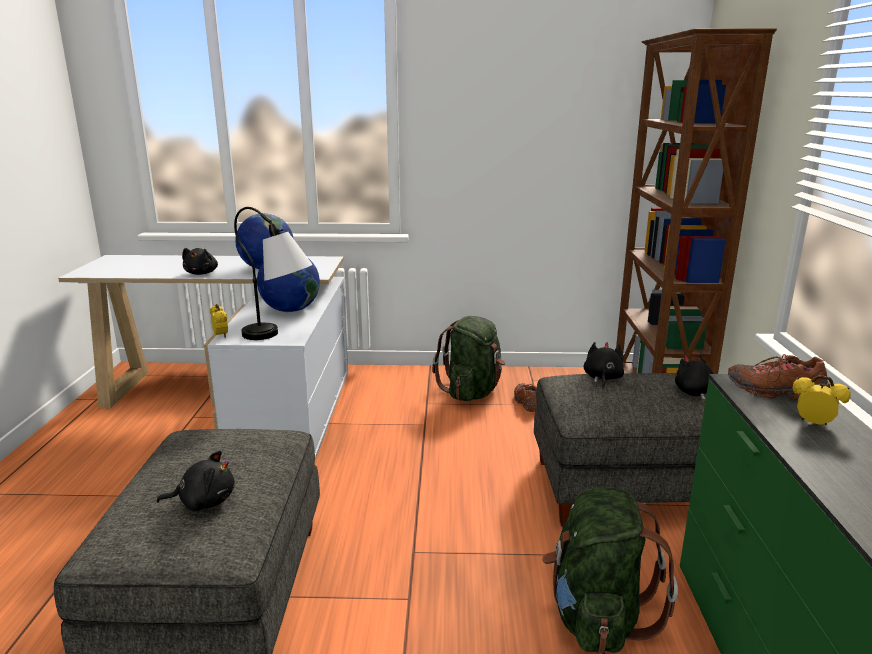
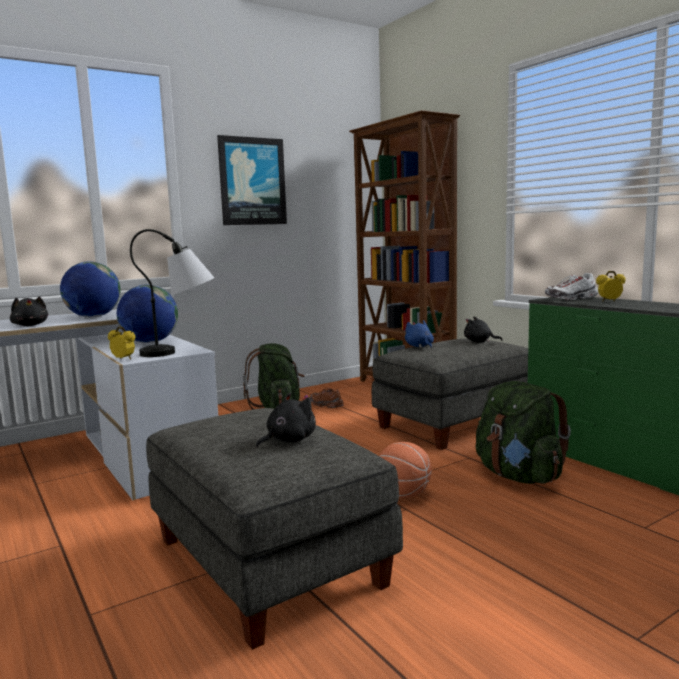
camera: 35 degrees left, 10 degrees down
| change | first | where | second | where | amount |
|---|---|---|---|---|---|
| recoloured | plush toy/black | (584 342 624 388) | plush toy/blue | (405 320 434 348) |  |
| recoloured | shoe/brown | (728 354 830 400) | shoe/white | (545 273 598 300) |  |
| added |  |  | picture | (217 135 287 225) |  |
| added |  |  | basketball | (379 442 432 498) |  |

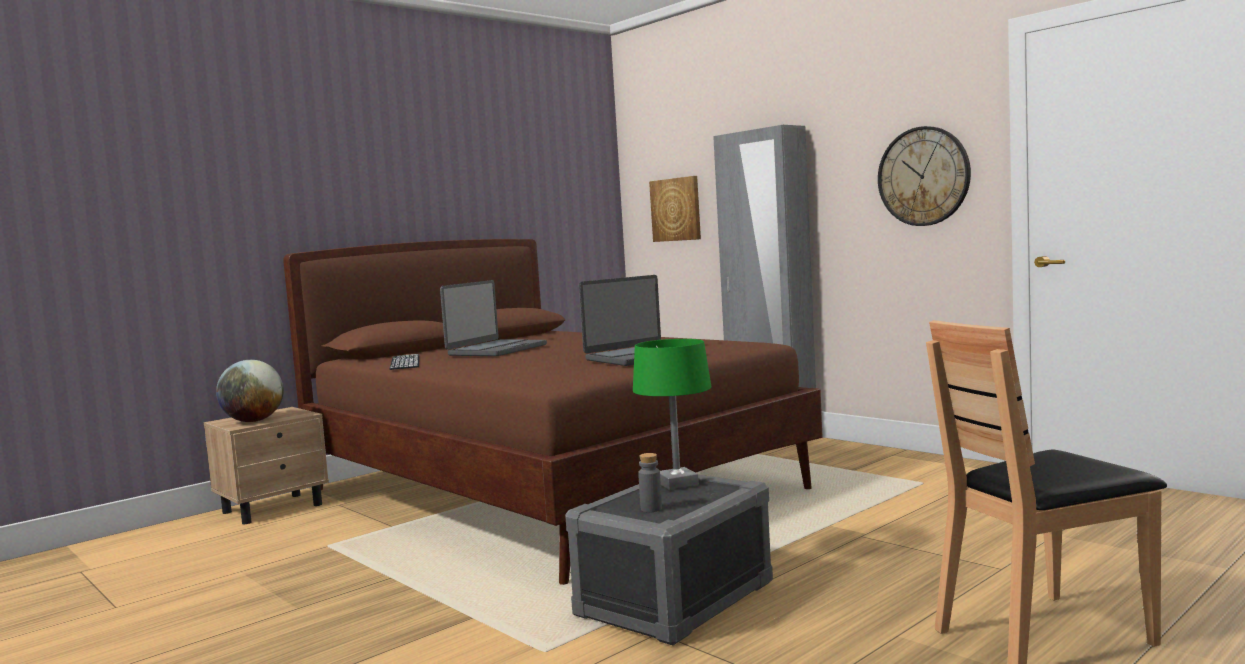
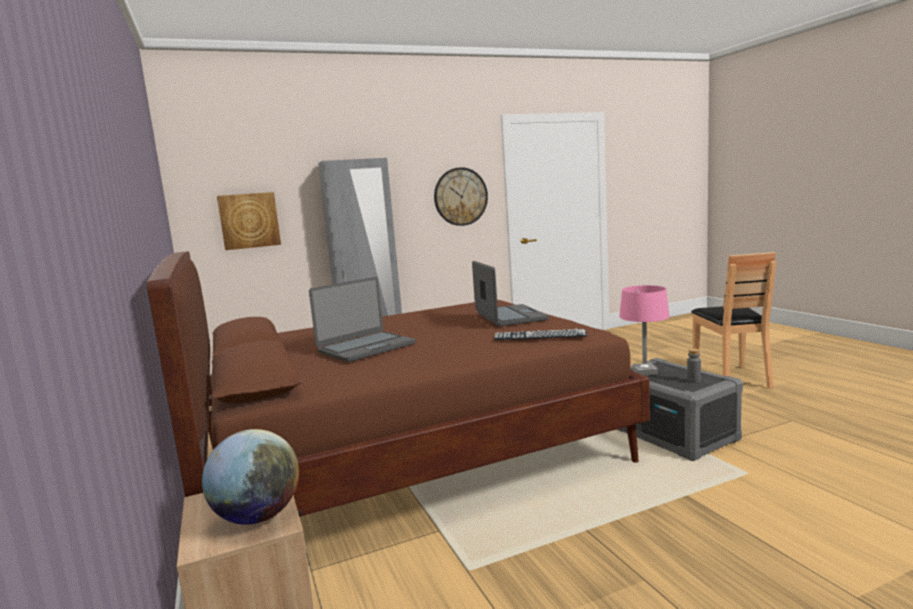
camera: 70 degrees left, 5 degrees up
| change | first | where | second | where | amount |
|---|---|---|---|---|---|
| moved | keyboard | (389 354 419 370) |  | (494 328 587 340) |  |
| turned | laptop | (440 280 547 356) |  | (309 277 415 362) | 90 degrees clockwise |
| recoloured | table lamp/green | (633 339 711 490) | table lamp/pink | (620 285 670 376) |  |

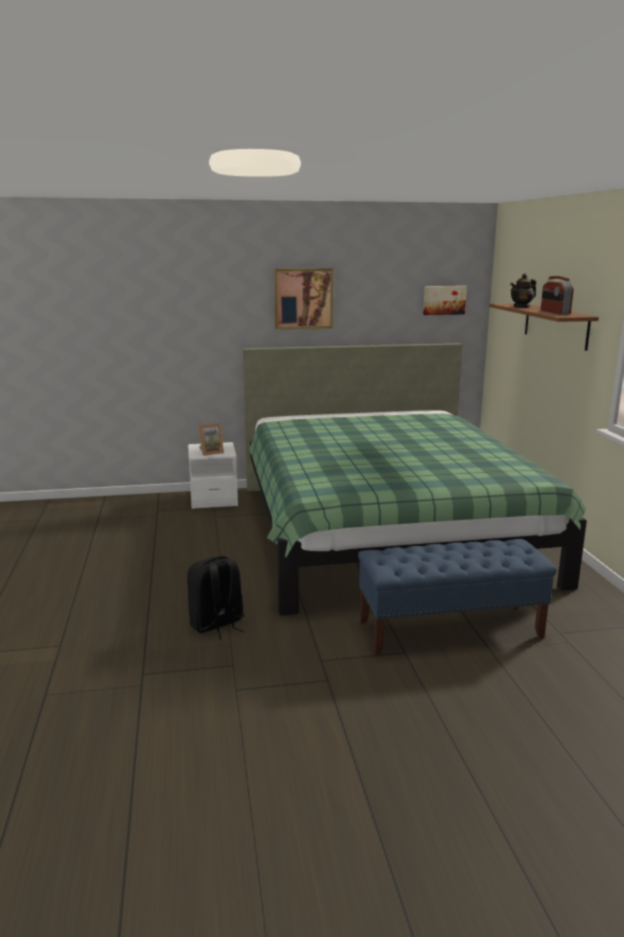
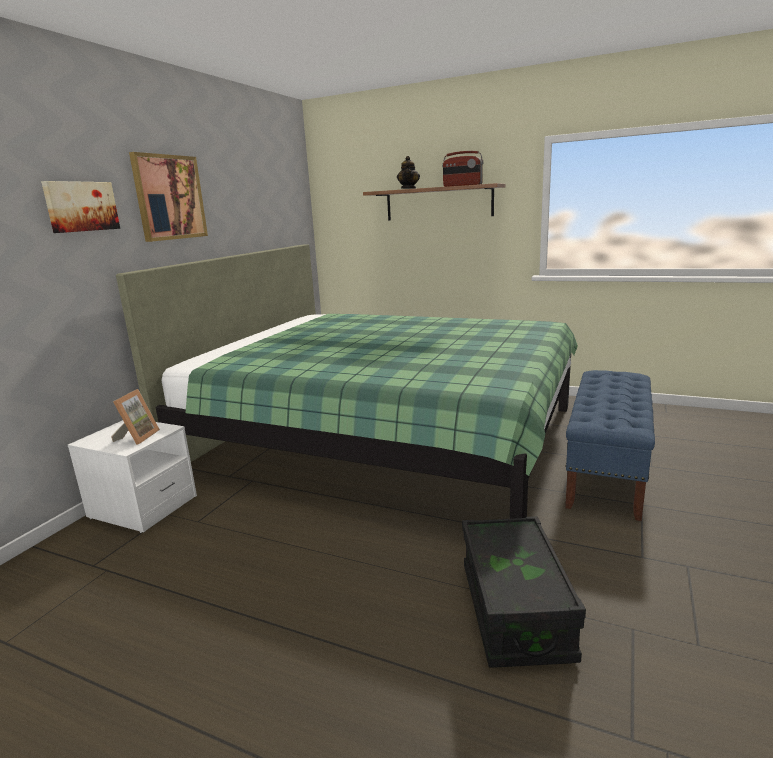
camera: 55 degrees left, 0 degrees up
| change | first | where | second | where | amount |
|---|---|---|---|---|---|
| replaced | backpack/black | (187 556 244 640) | storage box/black | (462 516 586 668) |  |
| moved | picture | (423 286 467 315) |  | (41 181 120 233) |  |

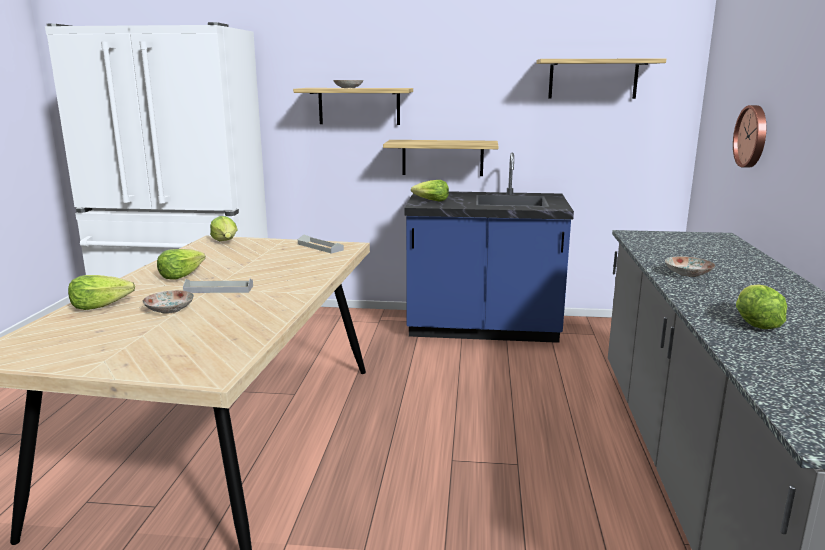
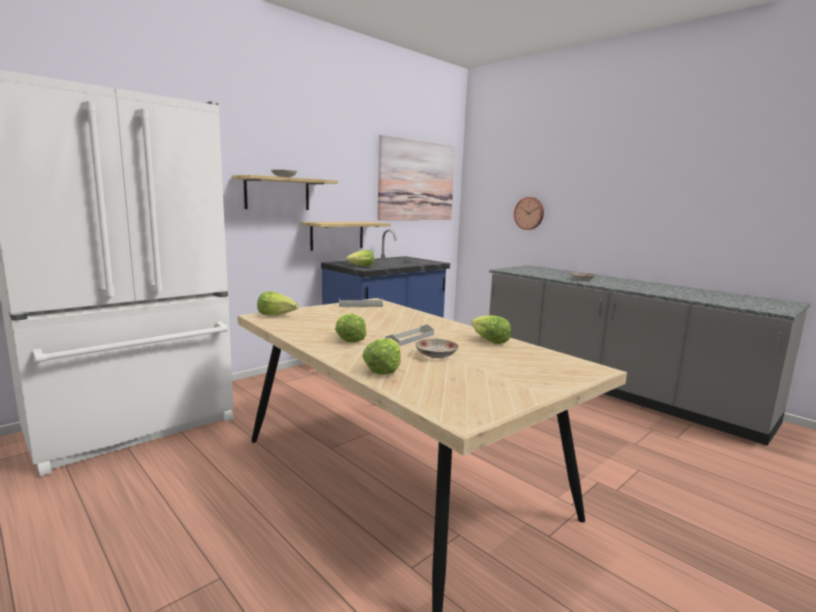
camera: 50 degrees left, 5 degrees down
| change | first | where | second | where | amount |
|---|---|---|---|---|---|
| replaced | shelf | (536 59 666 99) | picture | (377 135 455 220) |  |
| moved | lettuce | (736 285 787 329) |  | (471 315 511 344) |  |

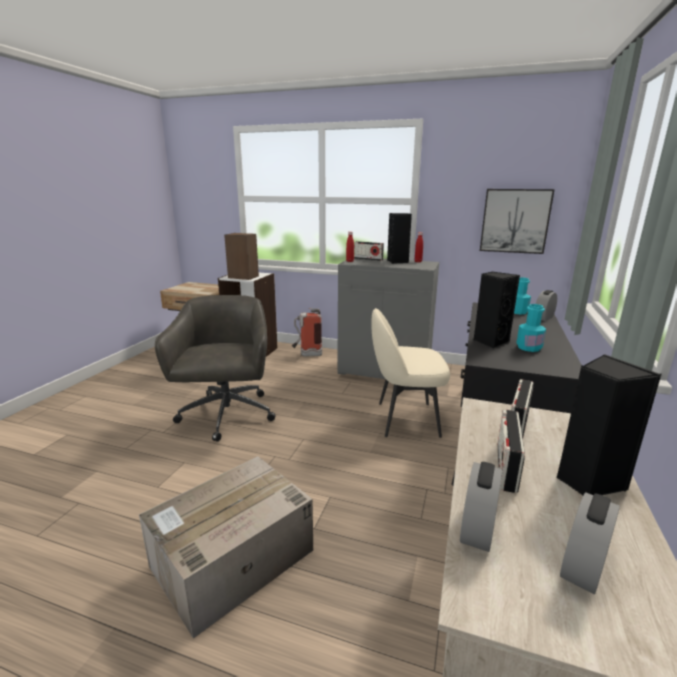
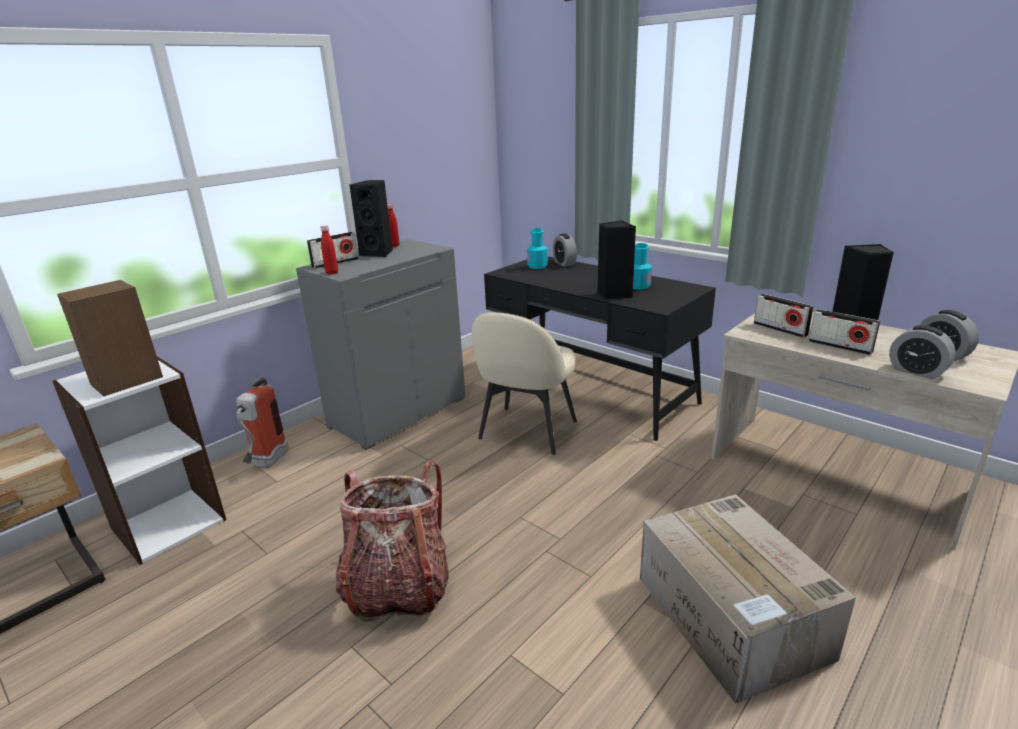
camera: 65 degrees left, 5 degrees up
| change | first | where | second | where | amount |
|---|---|---|---|---|---|
| replaced | office chair/grey | (155 295 275 442) | backpack | (336 461 449 622) |  |
| removed | picture | (480 189 555 254) |  |  |  |

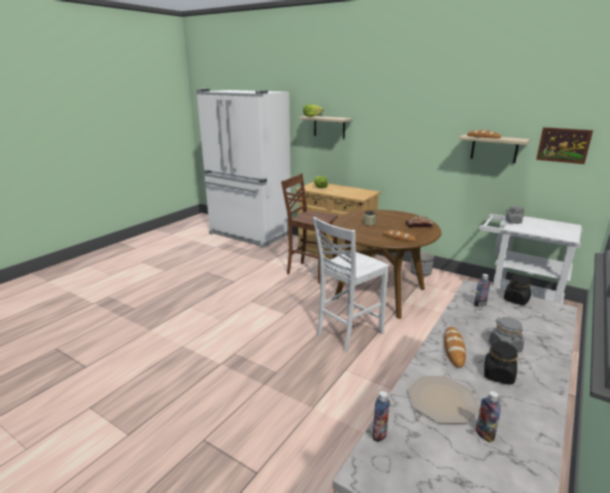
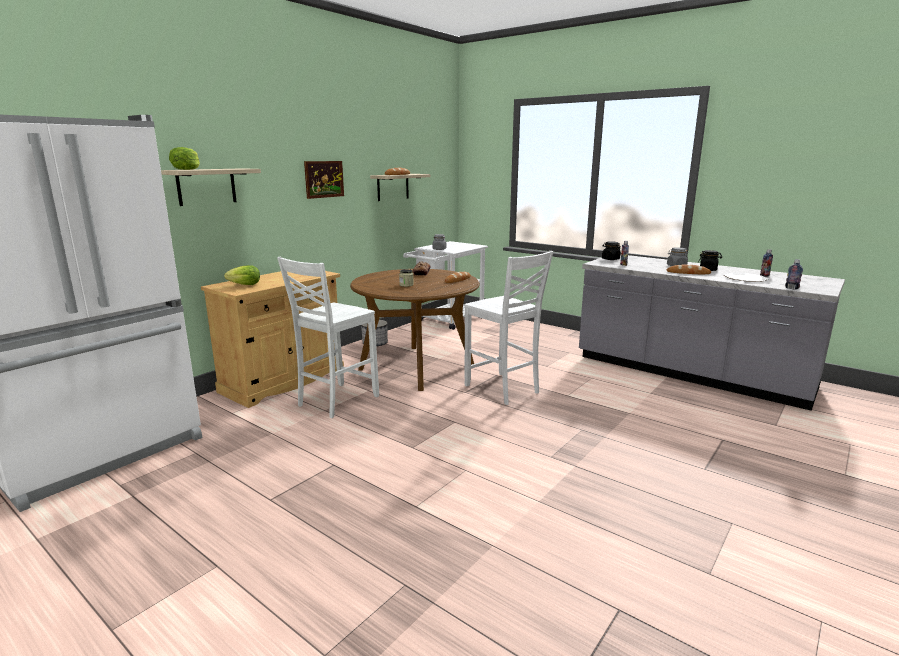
camera: 85 degrees left, 5 degrees down
| change | first | where | second | where | amount |
|---|---|---|---|---|---|
| recoloured | chair/brown | (281 173 338 284) | chair/white | (277 257 379 418) |  |
| moved | picture | (536 127 593 164) |  | (304 161 344 199) |  |

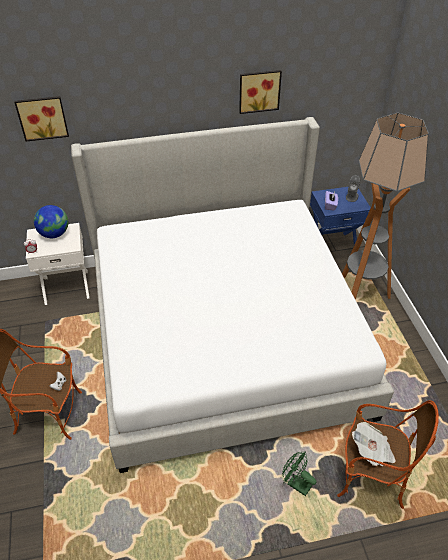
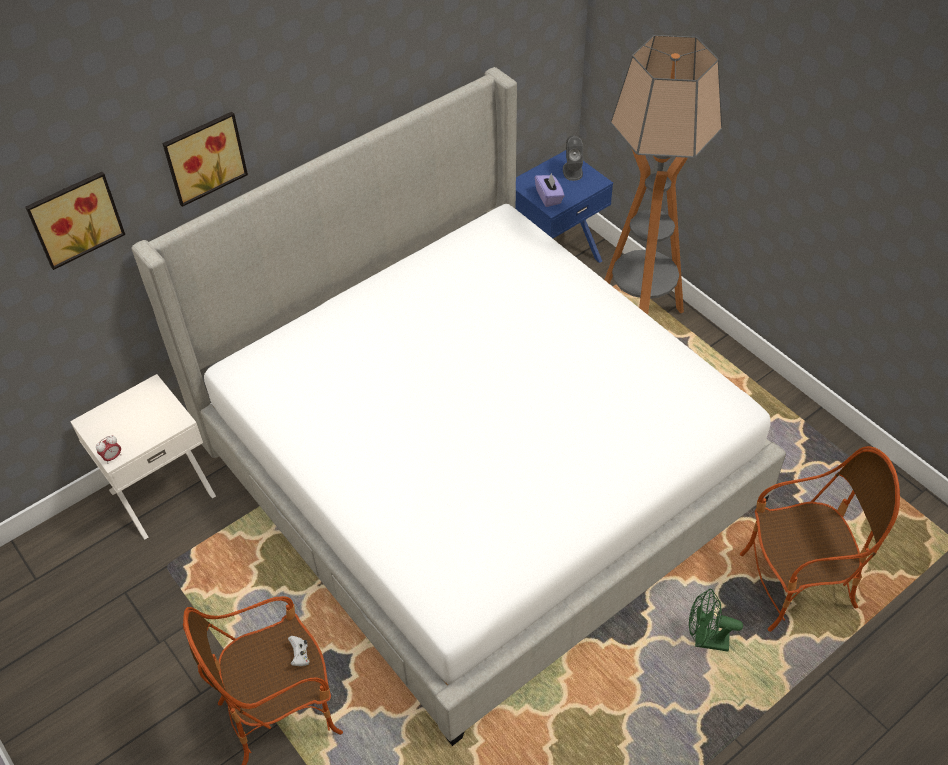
camera: 25 degrees left, 5 degrees up
| change | first | where | second | where | amount |
|---|---|---|---|---|---|
| removed | globe | (34 205 68 238) |  |  |  |
| moved | picture | (239 70 282 114) |  | (162 112 248 207) |  |
| removed | newspaper | (352 422 396 466) |  |  |  |

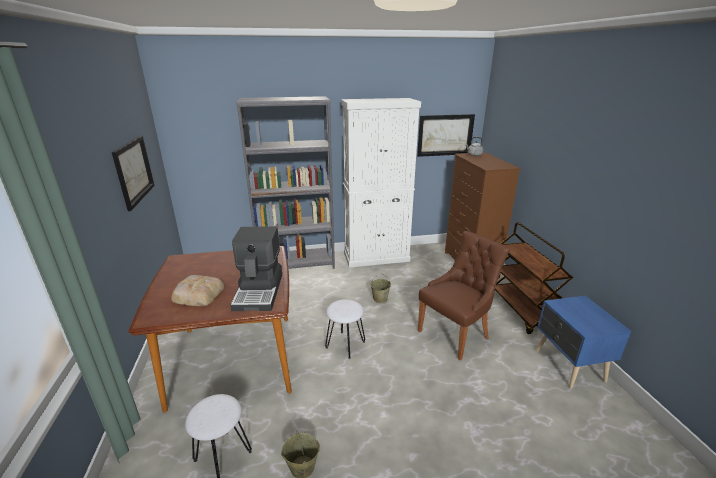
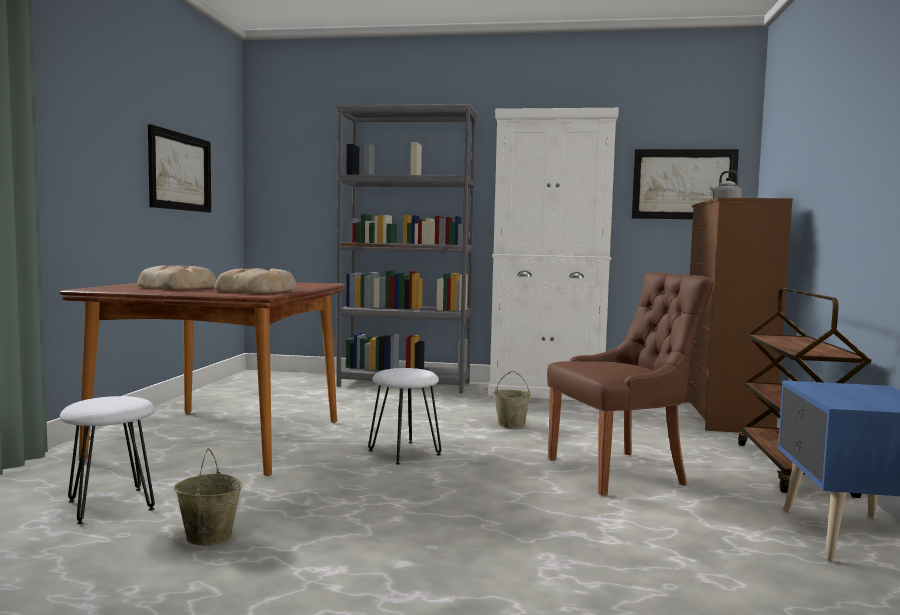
camera: 20 degrees right, 20 degrees down
| change | first | where | second | where | amount |
|---|---|---|---|---|---|
| replaced | coffee machine | (230 226 282 311) | bread | (215 268 297 293) |  |

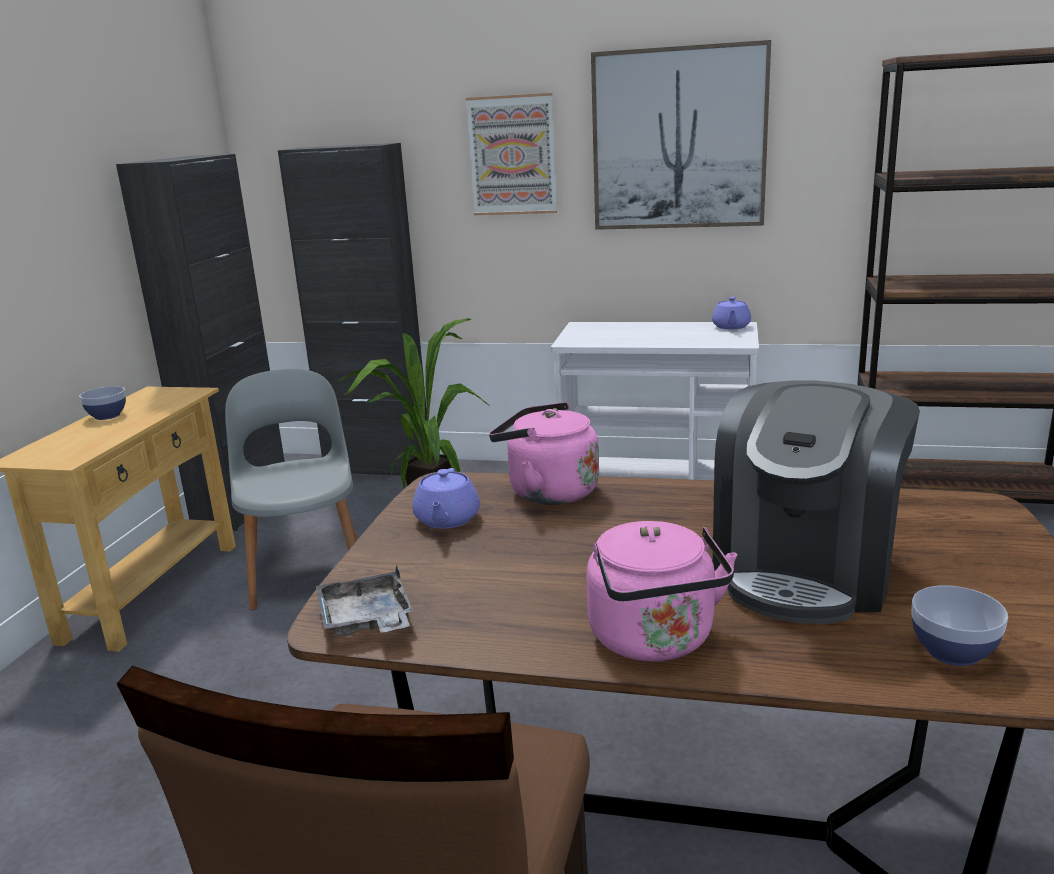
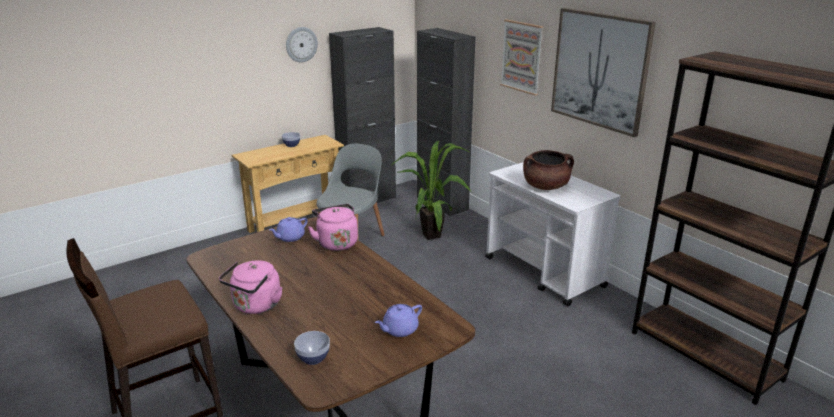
camera: 40 degrees right, 5 degrees up
| change | first | where | second | where | amount |
|---|---|---|---|---|---|
| removed | tray/grey | (316 565 413 637) |  |  |  |
| moved | teapot/purple | (712 297 751 330) |  | (375 304 422 337) |  |
| removed | coffee machine | (713 380 920 624) |  |  |  |
| added |  |  | wall clock | (286 27 318 62) |  |
| added |  |  | cooking pot/brown | (523 150 574 190) |  |

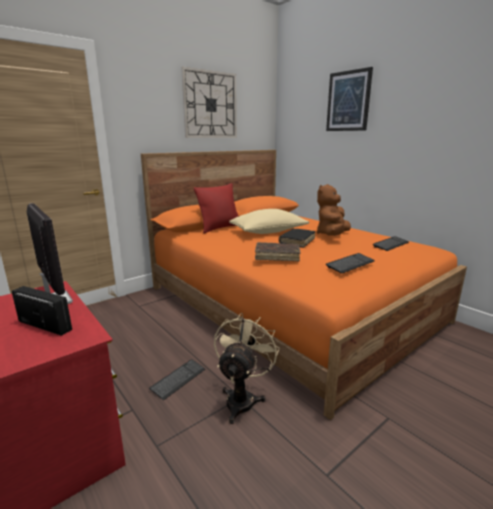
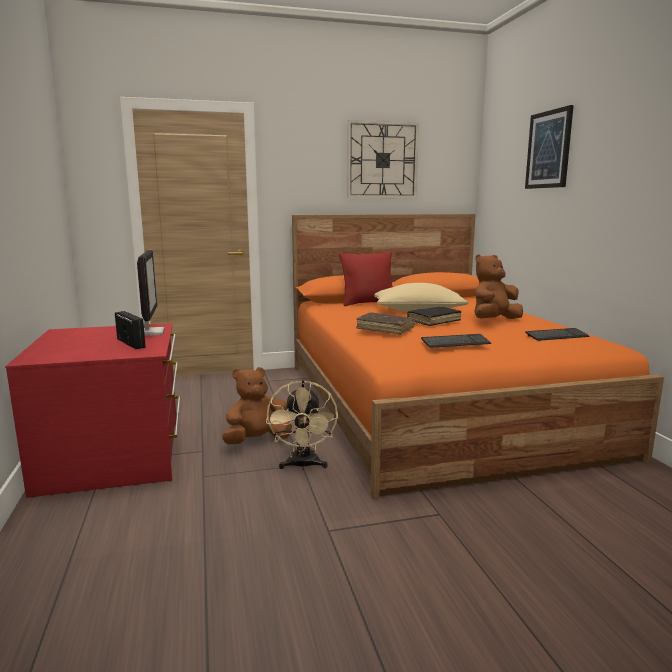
camera: 25 degrees right, 5 degrees down
| change | first | where | second | where | amount |
|---|---|---|---|---|---|
| replaced | keyboard | (149 359 205 401) | plush toy/brown | (222 367 292 444) |  |
| turned | fan/beige | (214 313 280 424) |  | (266 380 338 470) | 135 degrees clockwise |

